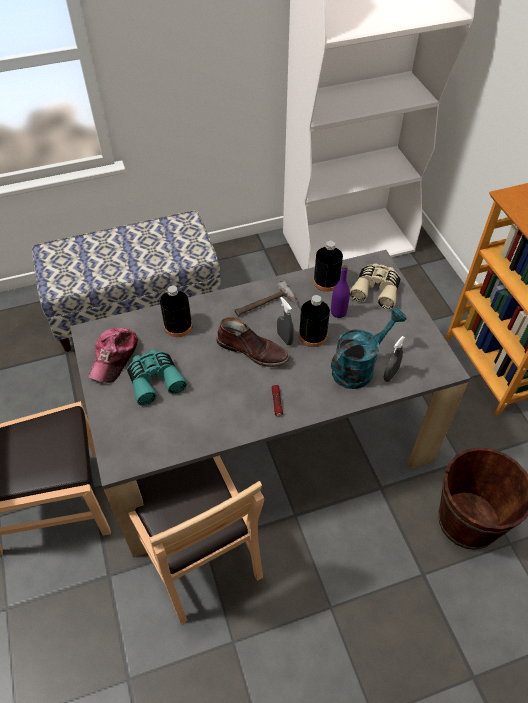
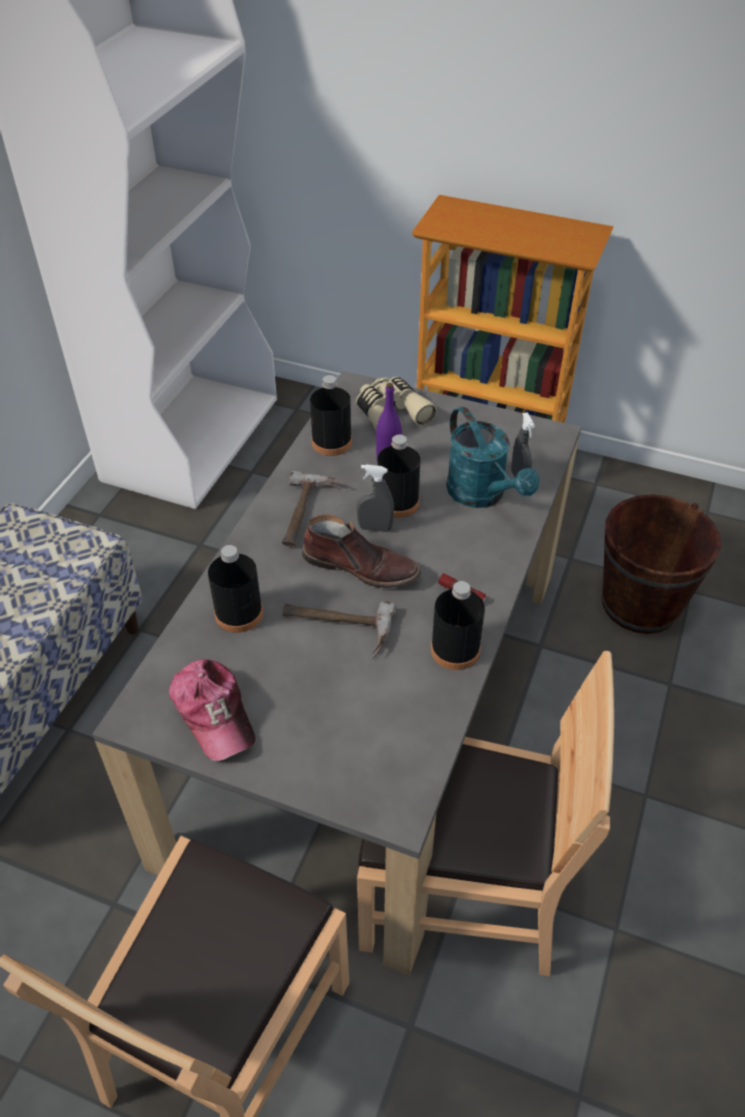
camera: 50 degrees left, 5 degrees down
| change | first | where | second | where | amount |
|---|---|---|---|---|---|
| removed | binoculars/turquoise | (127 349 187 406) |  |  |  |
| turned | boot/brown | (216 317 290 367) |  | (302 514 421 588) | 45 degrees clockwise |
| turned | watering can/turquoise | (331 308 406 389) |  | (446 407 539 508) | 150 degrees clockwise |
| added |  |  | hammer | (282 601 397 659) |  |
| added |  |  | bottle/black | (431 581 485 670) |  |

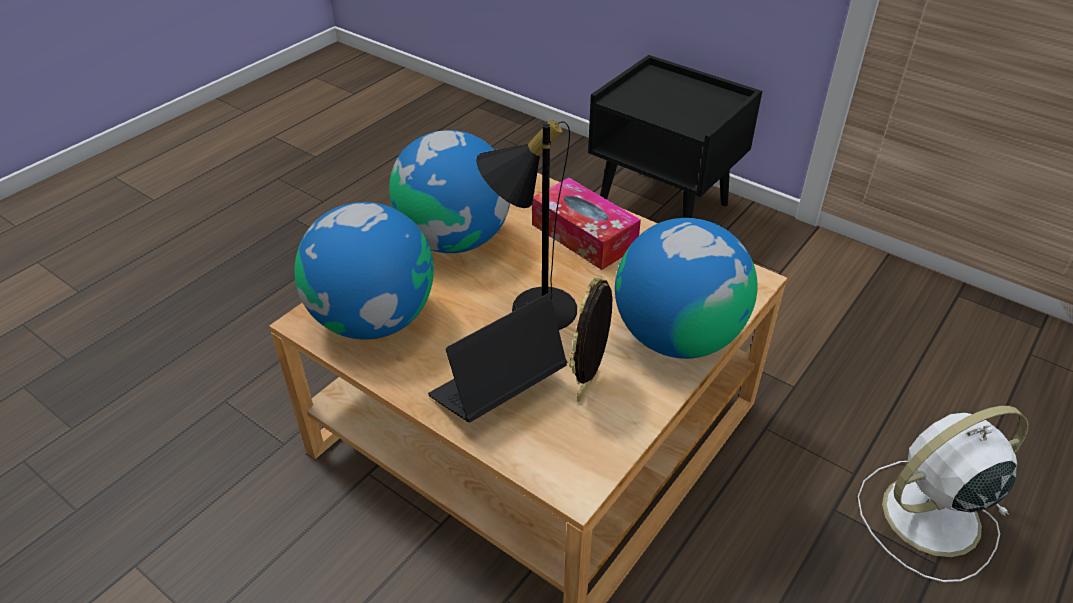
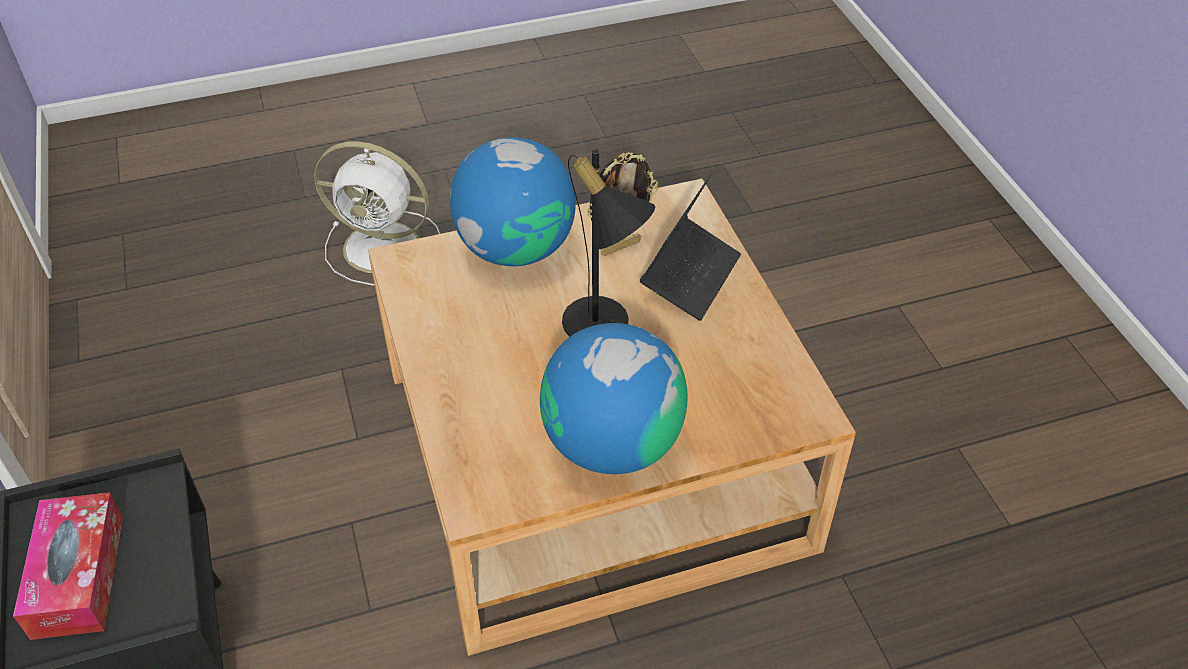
camera: 145 degrees left, 5 degrees up
| change | first | where | second | where | amount |
|---|---|---|---|---|---|
| removed | globe | (294 202 434 340) |  |  |  |
| turned | laptop | (428 294 567 422) |  | (640 174 741 321) | 60 degrees counterclockwise |
| moved | tissue box | (532 178 641 270) |  | (13 492 123 640) |  |

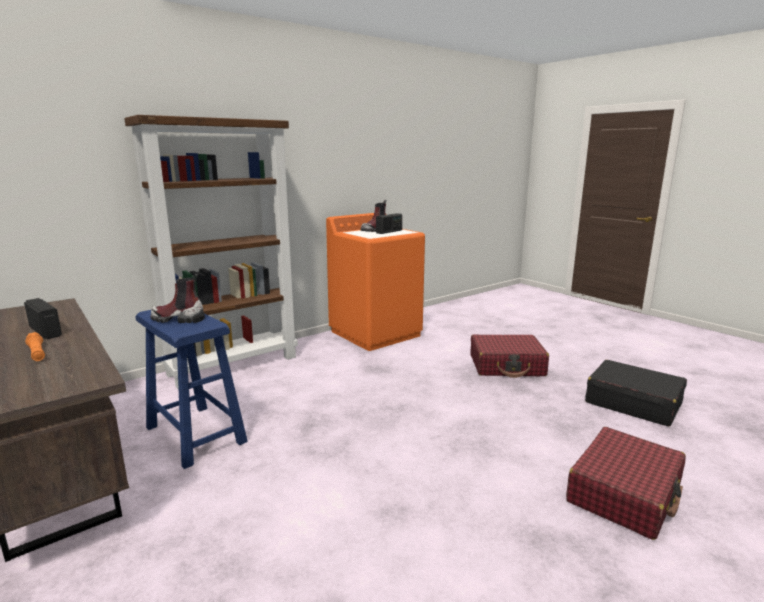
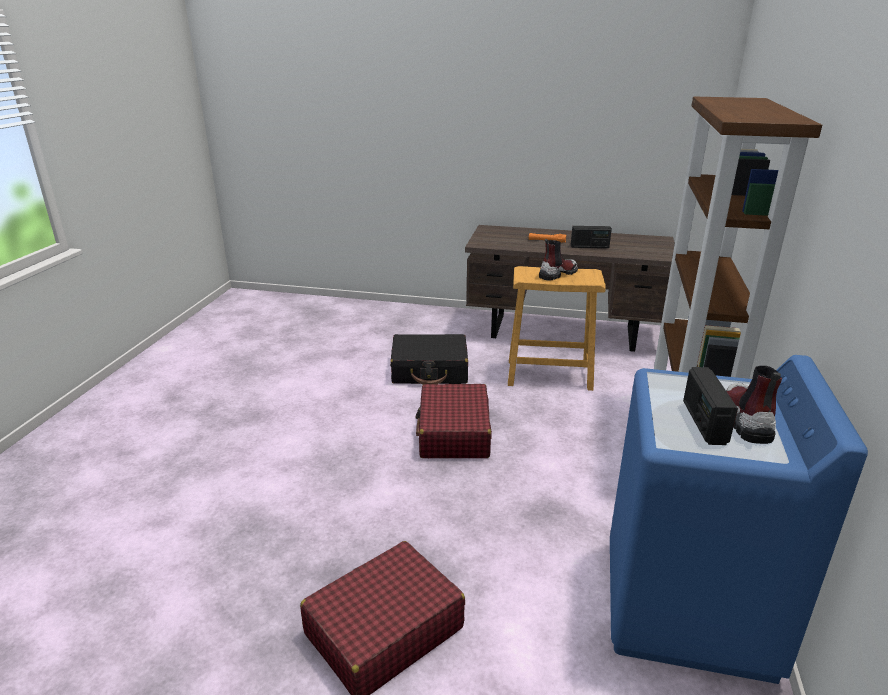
camera: 140 degrees right, 10 degrees up
| change | first | where | second | where | amount |
|---|---|---|---|---|---|
| recoloured | stool/blue | (136 310 248 469) | stool/beige | (508 266 606 391) |  |
| recoloured | washing machine/orange | (326 213 425 351) | washing machine/blue | (610 355 868 684) |  |
| moved | suitcase/red | (566 427 686 540) |  | (416 384 492 458) |  |
| moved | suitcase/black | (585 360 687 426) |  | (390 334 468 385) |  |

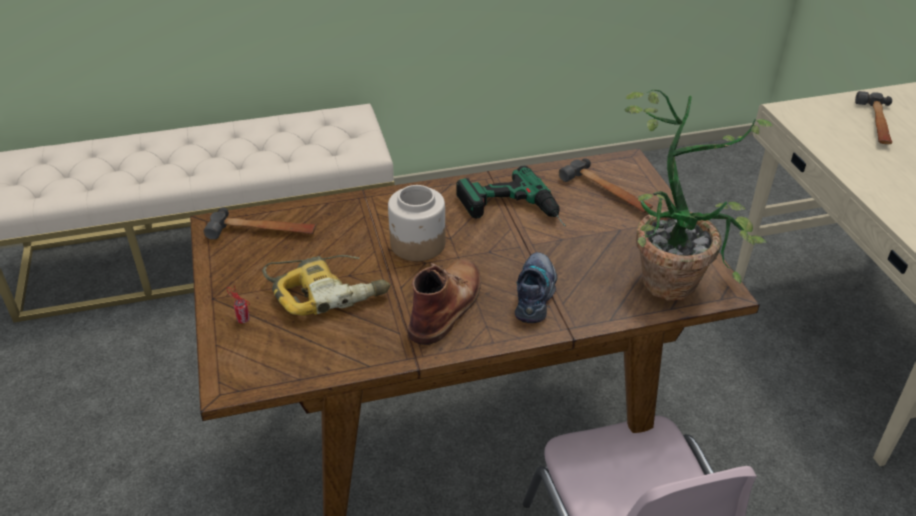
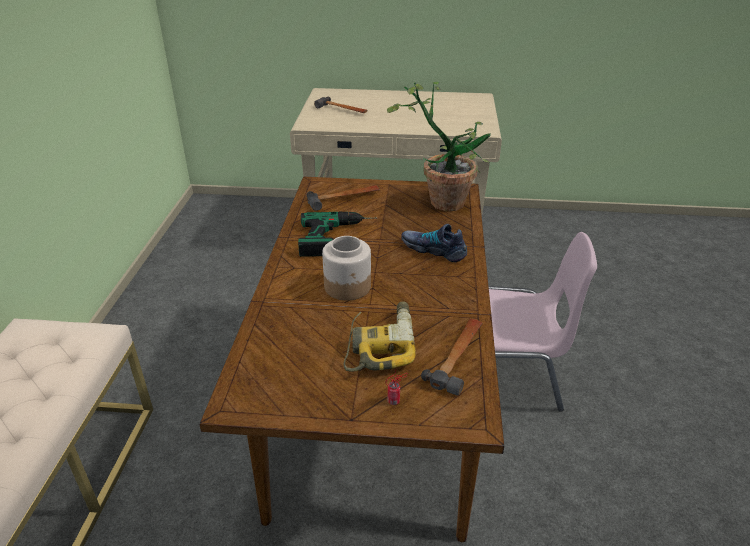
camera: 70 degrees left, 5 degrees down
| change | first | where | second | where | amount |
|---|---|---|---|---|---|
| moved | hammer | (204 207 316 240) |  | (421 319 483 396) |  |
| removed | boot/brown | (408 259 481 345) |  |  |  |

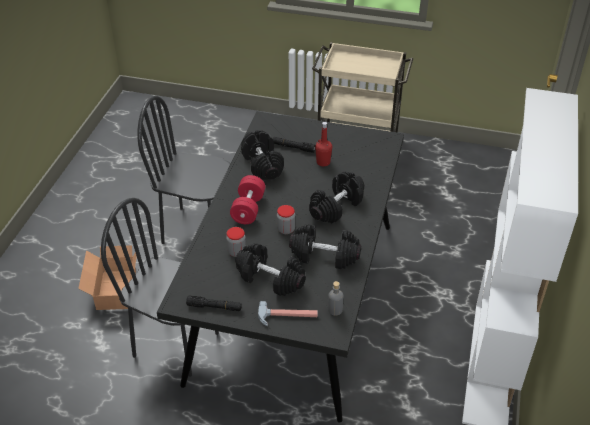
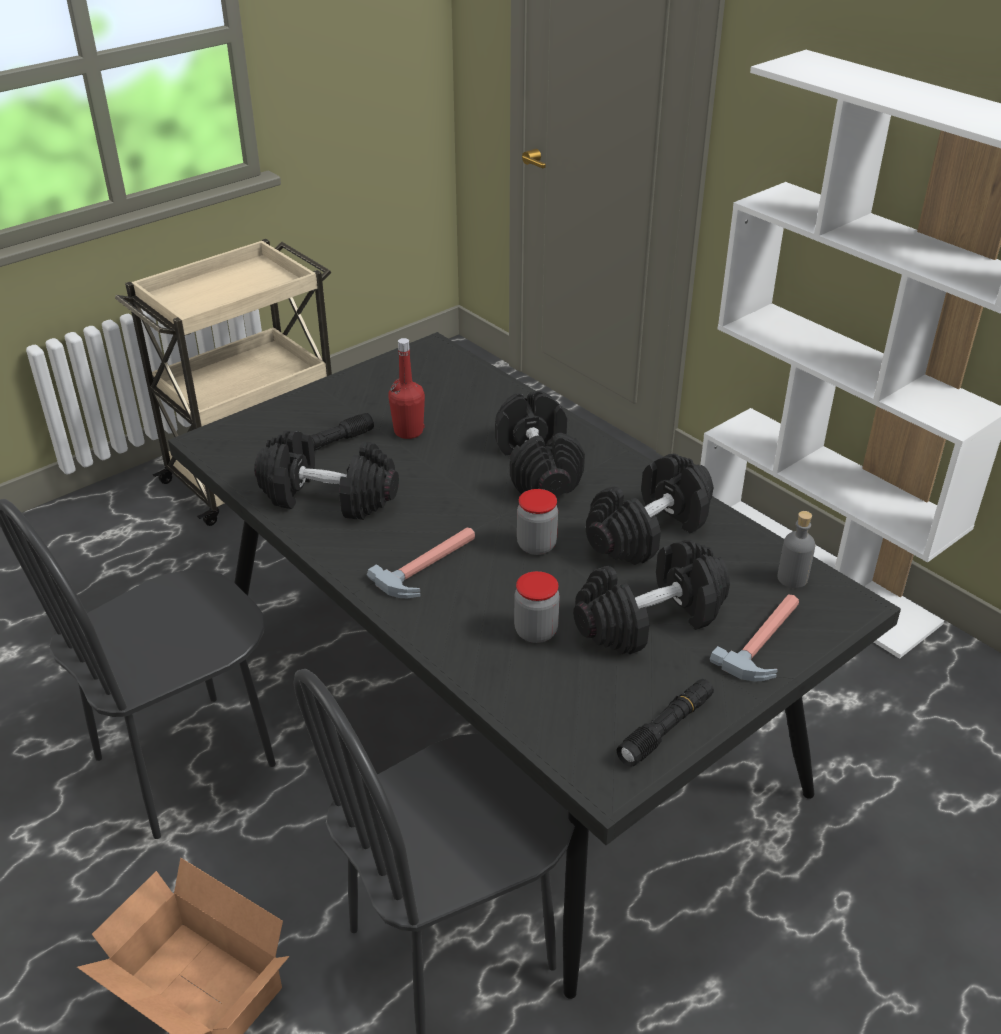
camera: 55 degrees left, 5 degrees down
| change | first | where | second | where | amount |
|---|---|---|---|---|---|
| replaced | dumbbell/red | (230 175 265 224) | hammer | (367 528 475 598) |  |

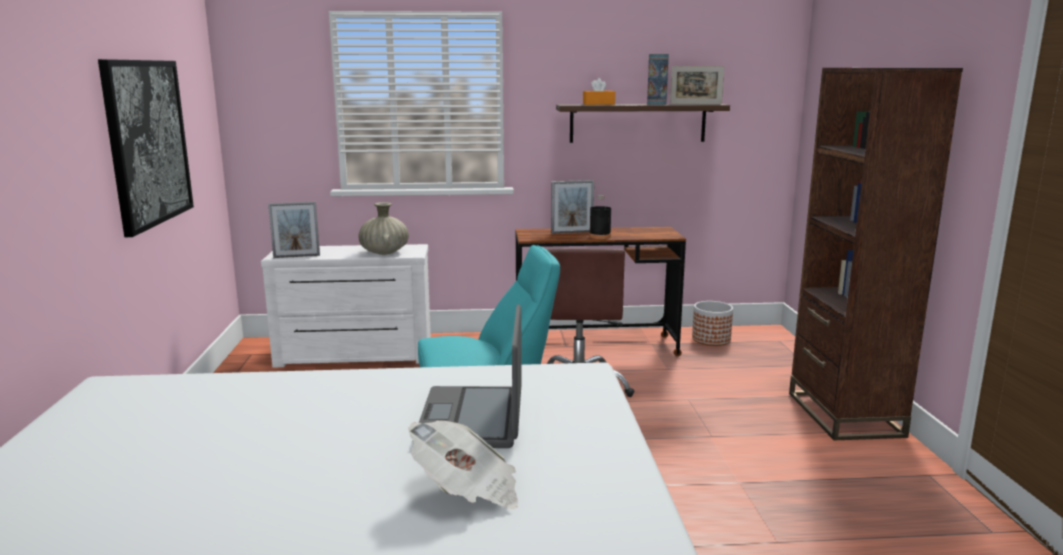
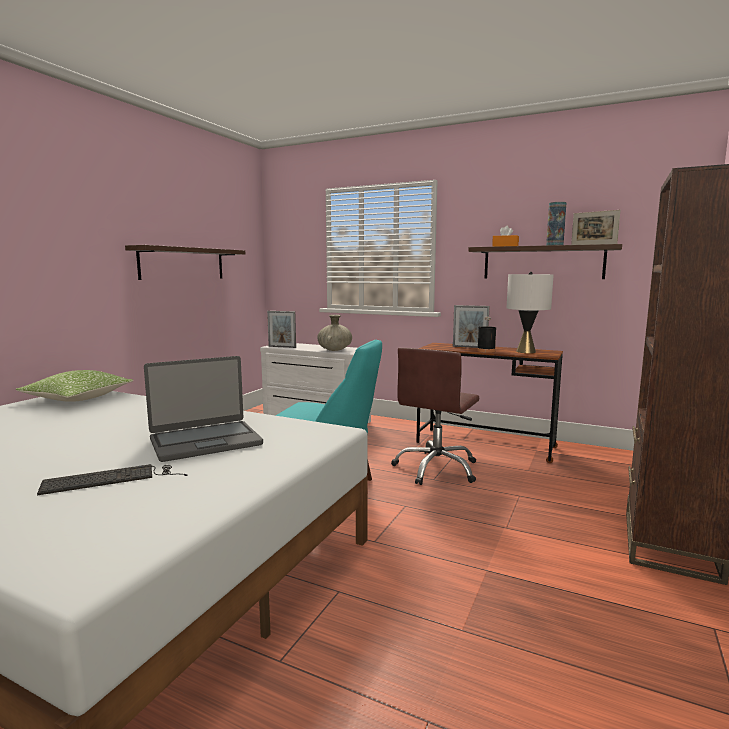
camera: 30 degrees right, 5 degrees down
| change | first | where | second | where | amount |
|---|---|---|---|---|---|
| replaced | picture | (98 59 194 237) | shelf | (125 245 245 280) |  |
| replaced | newspaper | (408 420 518 509) | keyboard | (37 464 188 495) |  |
| turned | laptop | (419 304 522 448) |  | (144 356 263 462) | 150 degrees counterclockwise |
| removed | planter | (692 301 733 346) |  |  |  |
| added |  |  | pillow | (15 370 133 402) |  |
| added |  |  | table lamp/white | (507 272 554 353) |  |

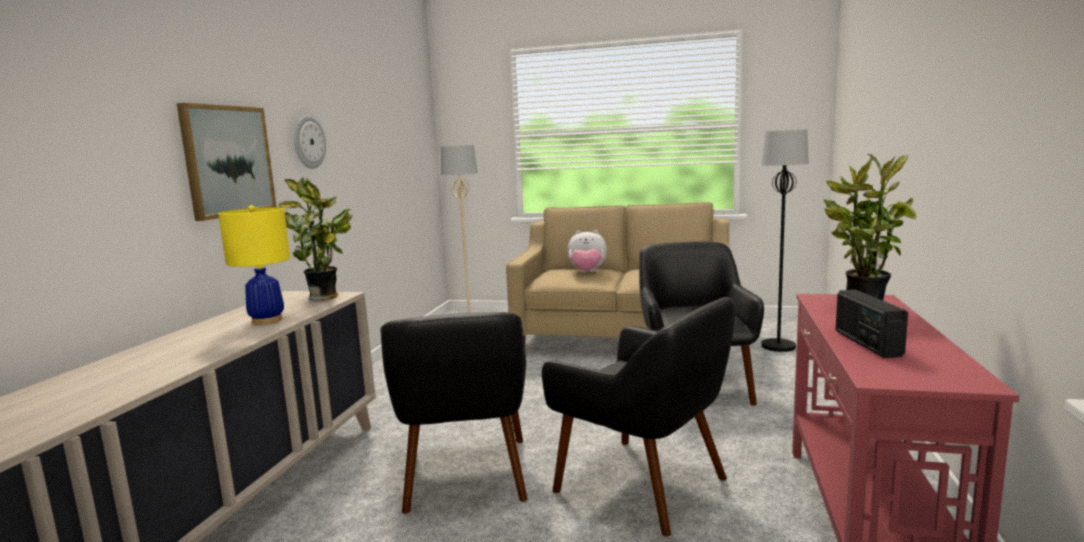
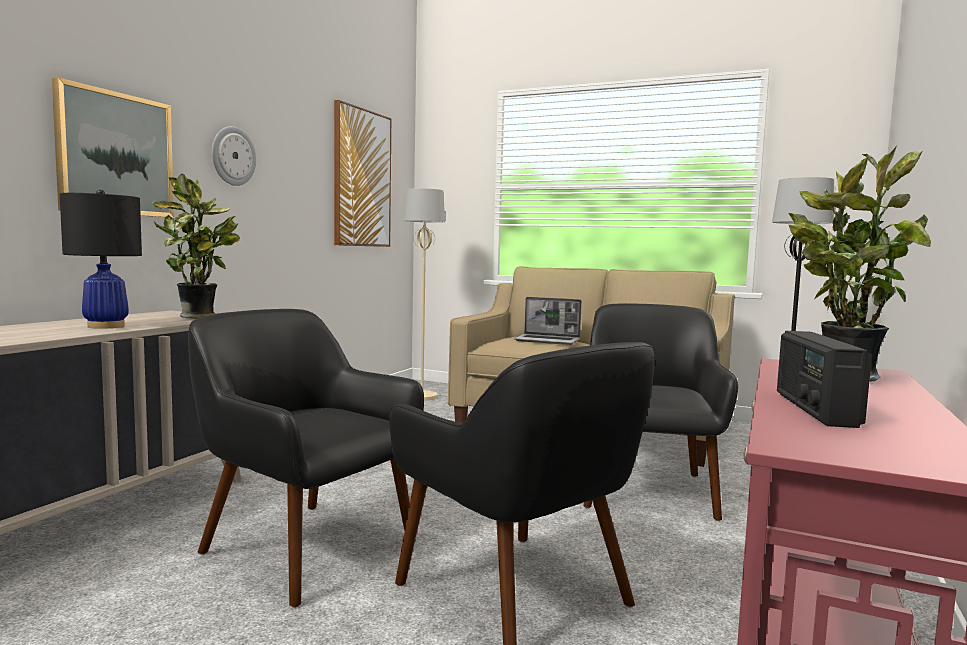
camera: 10 degrees right, 5 degrees down
| change | first | where | second | where | amount |
|---|---|---|---|---|---|
| recoloured | table lamp/yellow | (218 205 290 325) | table lamp/black | (60 190 142 329) |  |
| turned | armchair/black | (380 312 527 514) |  | (188 309 424 608) | 120 degrees clockwise |
| replaced | plush toy | (568 230 607 272) | laptop | (514 297 582 345) |  |
| added |  |  | picture | (334 100 391 247) |  |

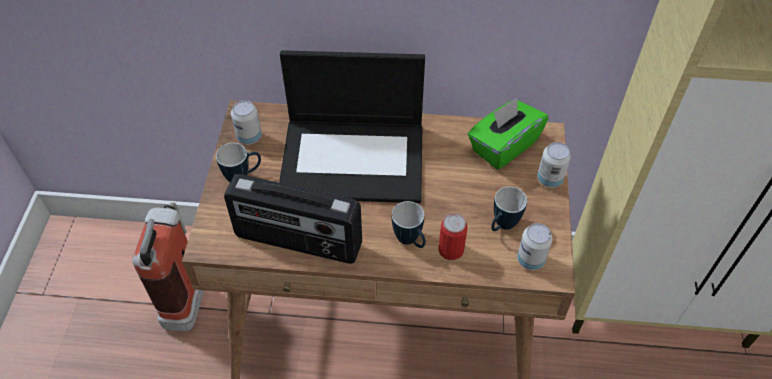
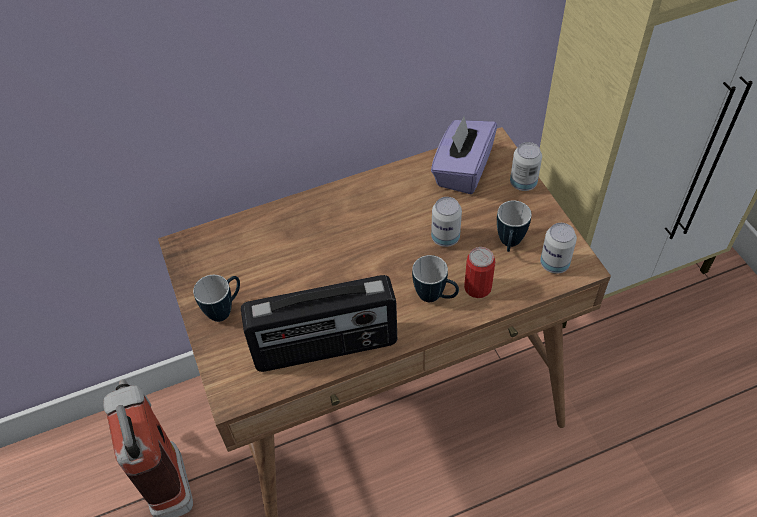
camera: 25 degrees left, 0 degrees up
| change | first | where | second | where | amount |
|---|---|---|---|---|---|
| moved | can | (231 100 262 145) |  | (431 197 462 247) |  |
| removed | laptop | (279 50 425 203) |  |  |  |
| recoloured | tissue box/green | (468 98 548 170) | tissue box/purple | (431 117 497 194) |  |

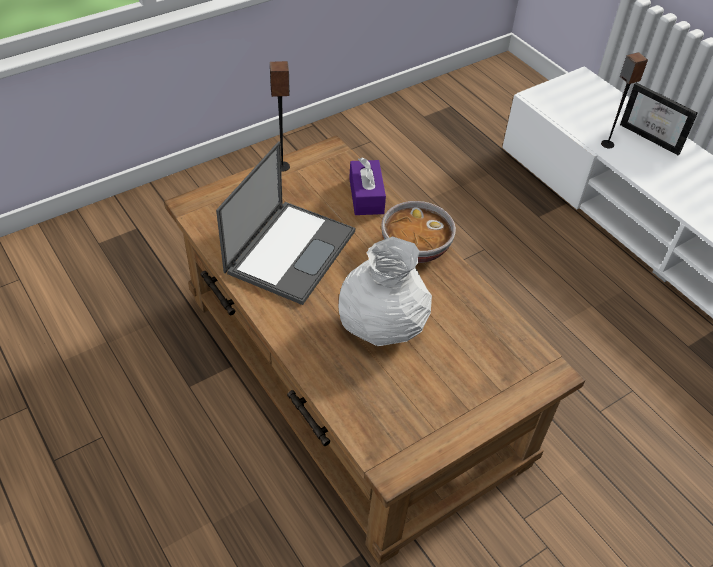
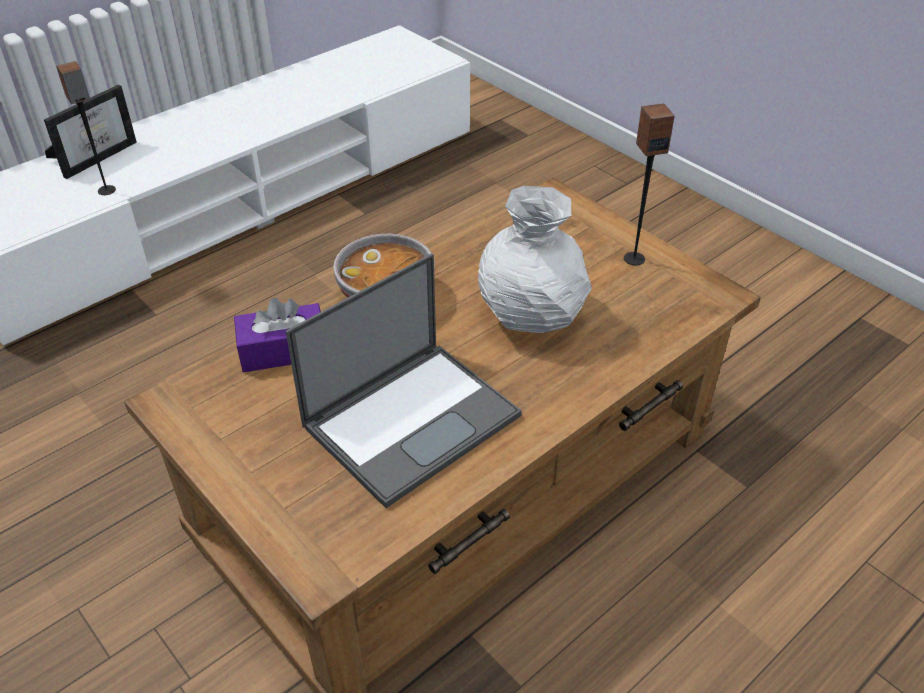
camera: 95 degrees left, 5 degrees down
| change | first | where | second | where | amount |
|---|---|---|---|---|---|
| turned | laptop | (216 141 355 305) |  | (286 253 522 508) | 120 degrees clockwise |
| moved | speaker | (270 61 290 172) |  | (624 103 674 266) |  |

